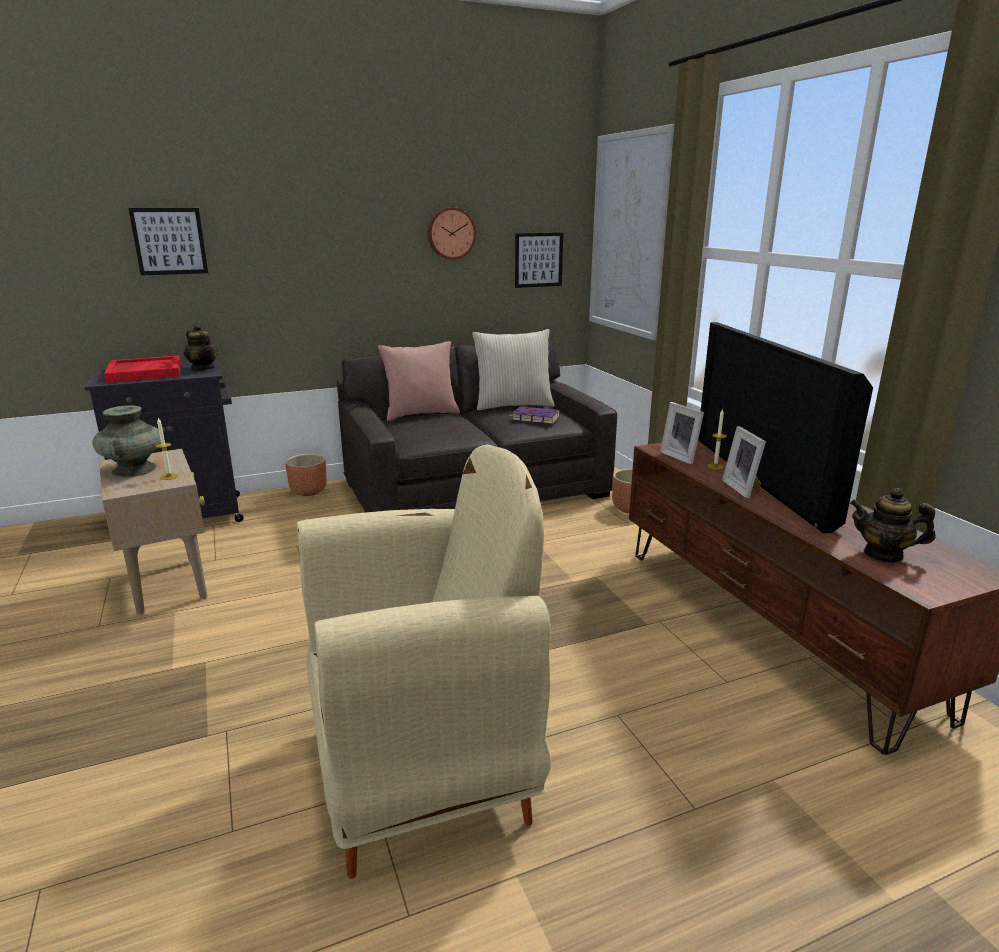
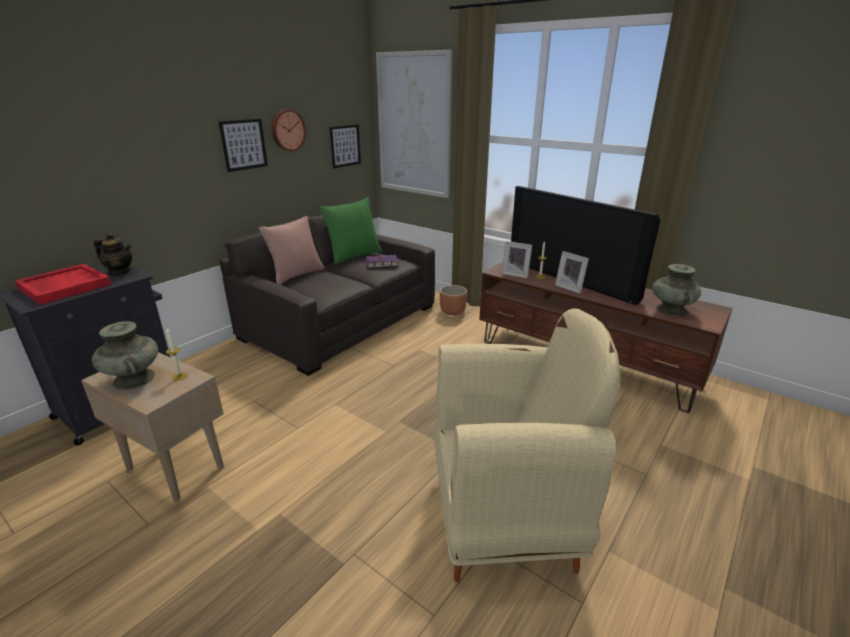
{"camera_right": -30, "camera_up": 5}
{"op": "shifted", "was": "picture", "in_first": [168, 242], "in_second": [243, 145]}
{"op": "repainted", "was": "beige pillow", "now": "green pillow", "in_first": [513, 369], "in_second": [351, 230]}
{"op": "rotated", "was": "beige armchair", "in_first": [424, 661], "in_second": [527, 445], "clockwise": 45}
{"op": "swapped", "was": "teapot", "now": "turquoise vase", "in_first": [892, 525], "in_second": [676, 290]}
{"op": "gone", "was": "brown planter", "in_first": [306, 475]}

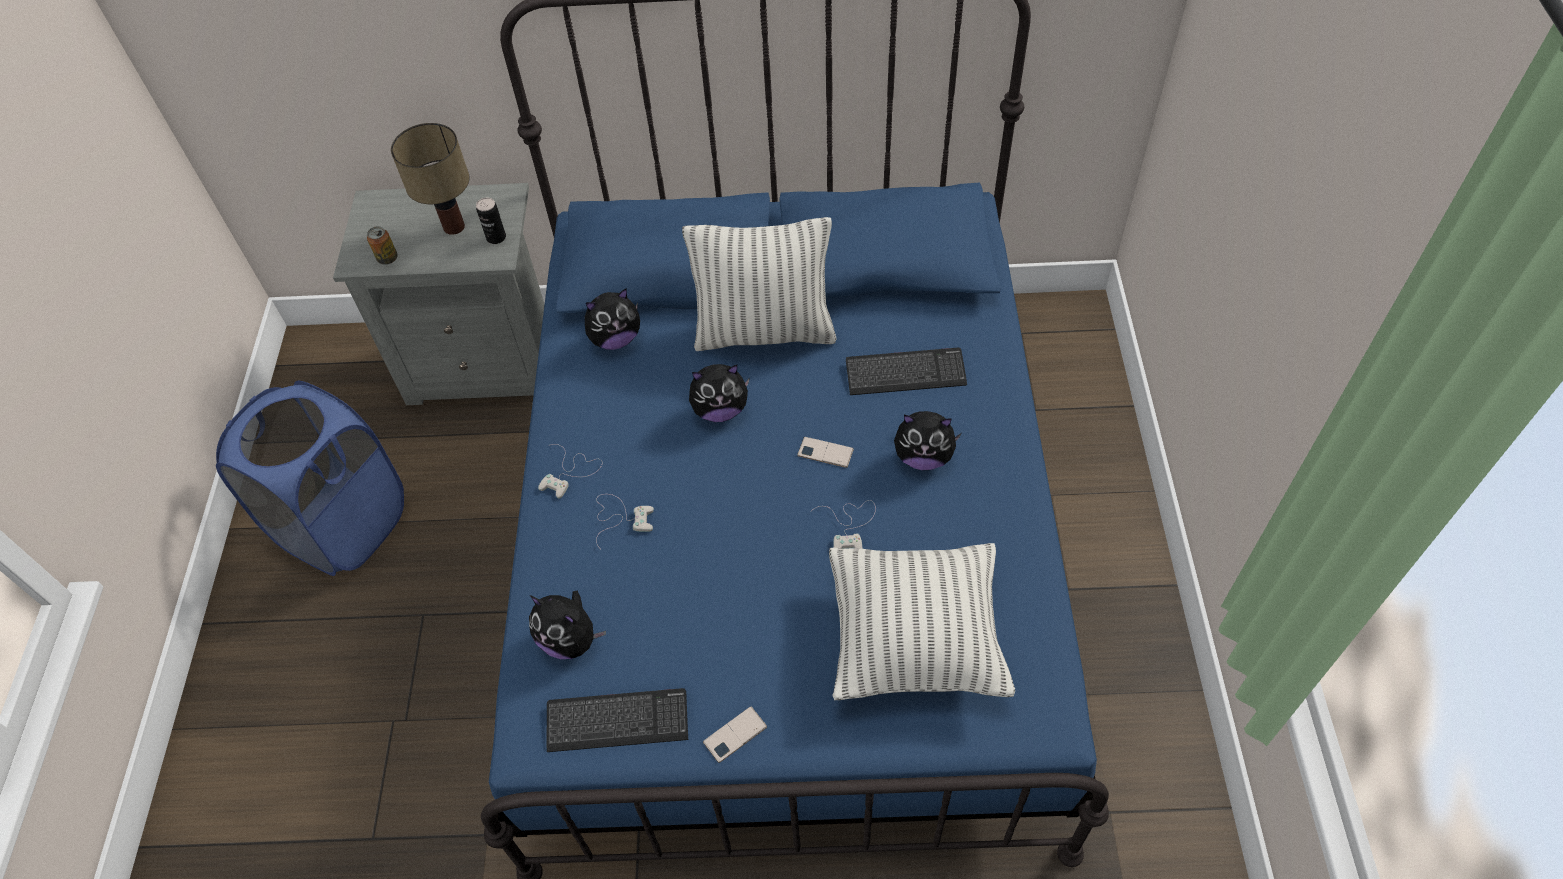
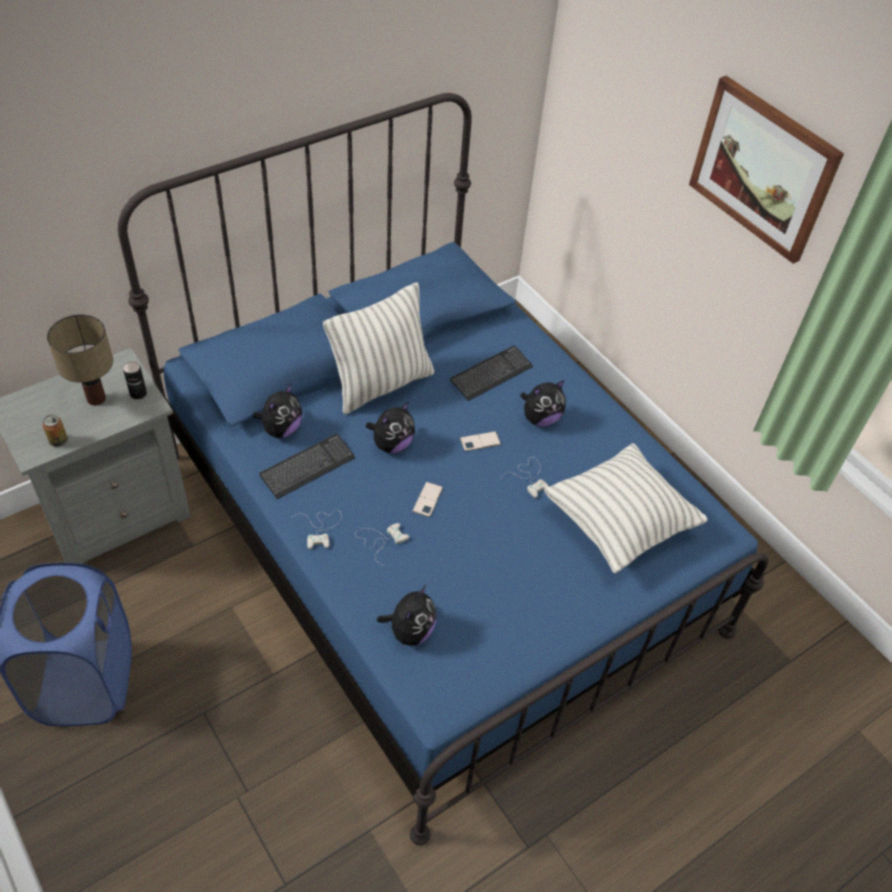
{"camera_right": -40, "camera_up": -5}
{"op": "shifted", "was": "keyboard", "in_first": [617, 720], "in_second": [307, 466]}
{"op": "rotated", "was": "plush toy", "in_first": [567, 624], "in_second": [406, 615], "clockwise": -60}
{"op": "shifted", "was": "phone", "in_first": [735, 735], "in_second": [428, 499]}
{"op": "new", "now": "picture", "in_second": [766, 170]}

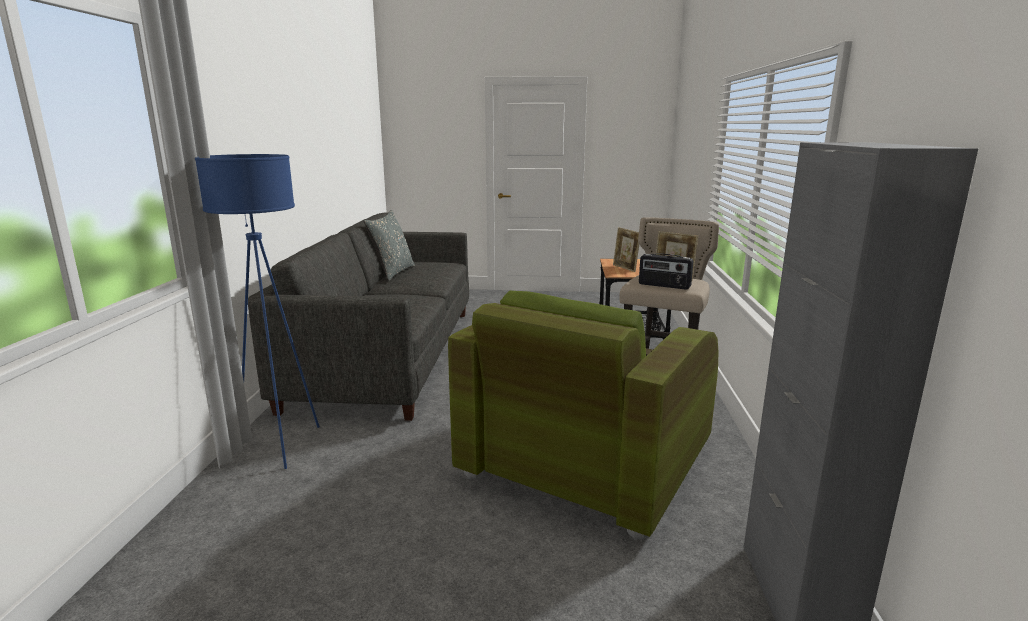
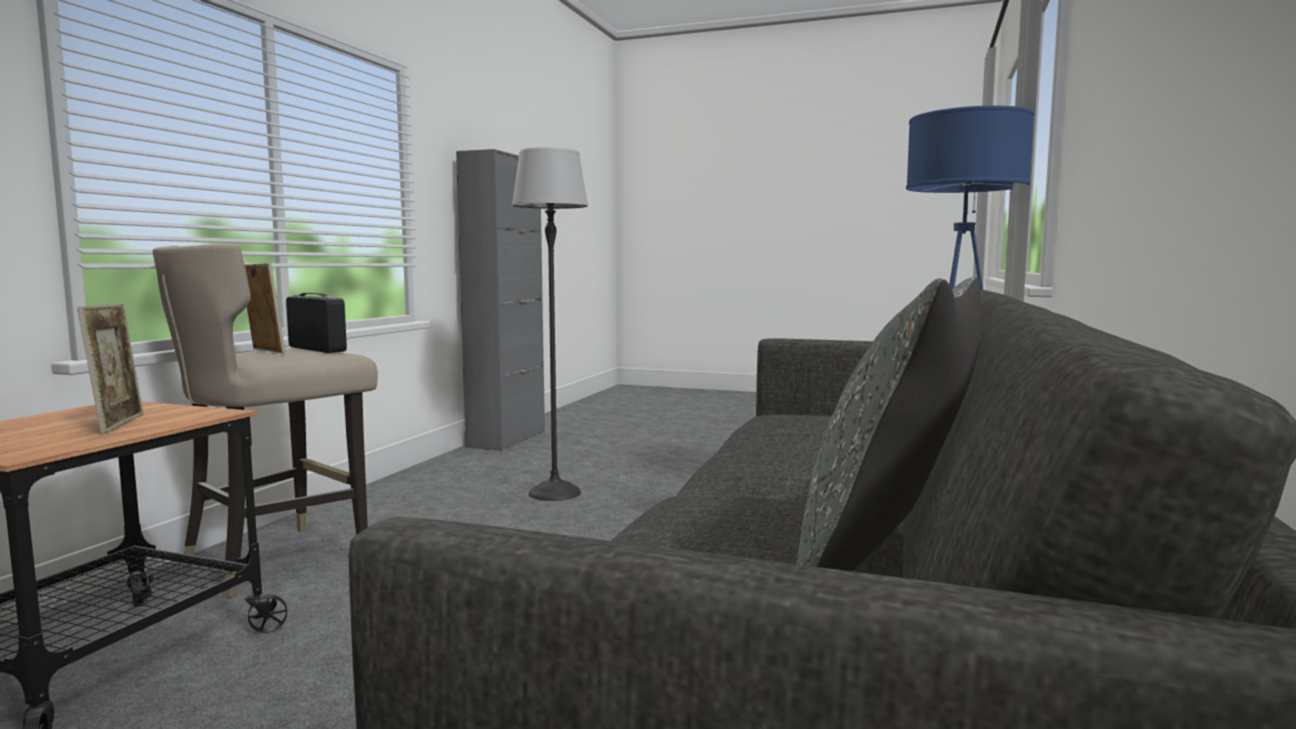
{"camera_right": -165, "camera_up": -10}
{"op": "swapped", "was": "green armchair", "now": "floor lamp", "in_first": [583, 415], "in_second": [550, 324]}

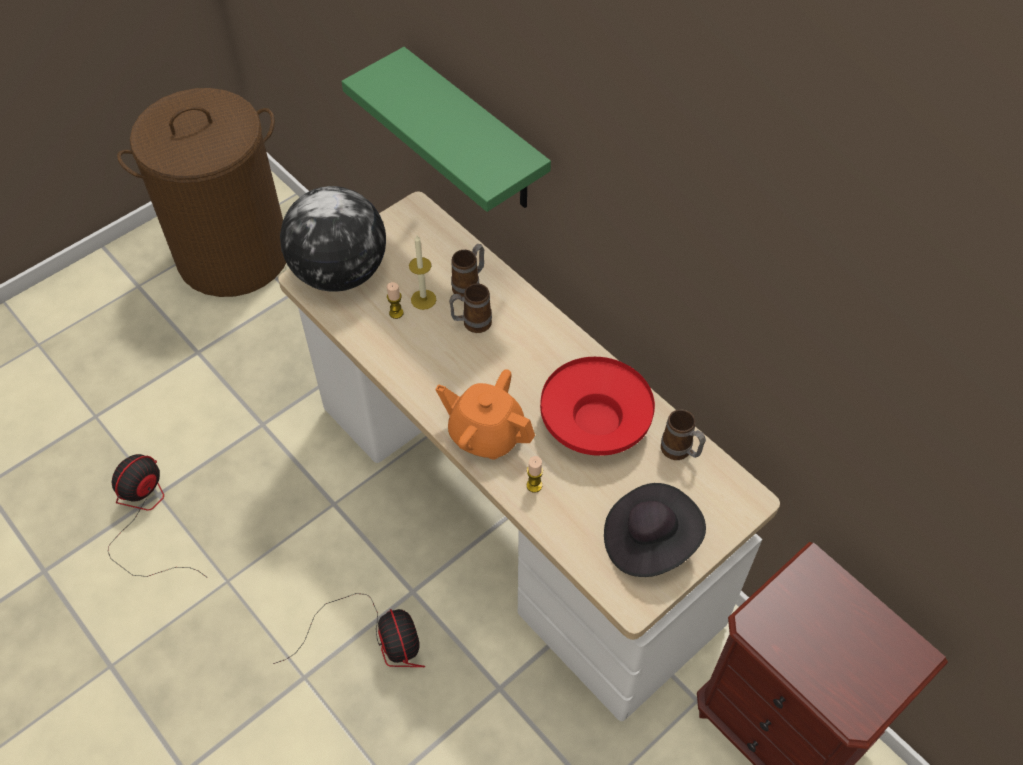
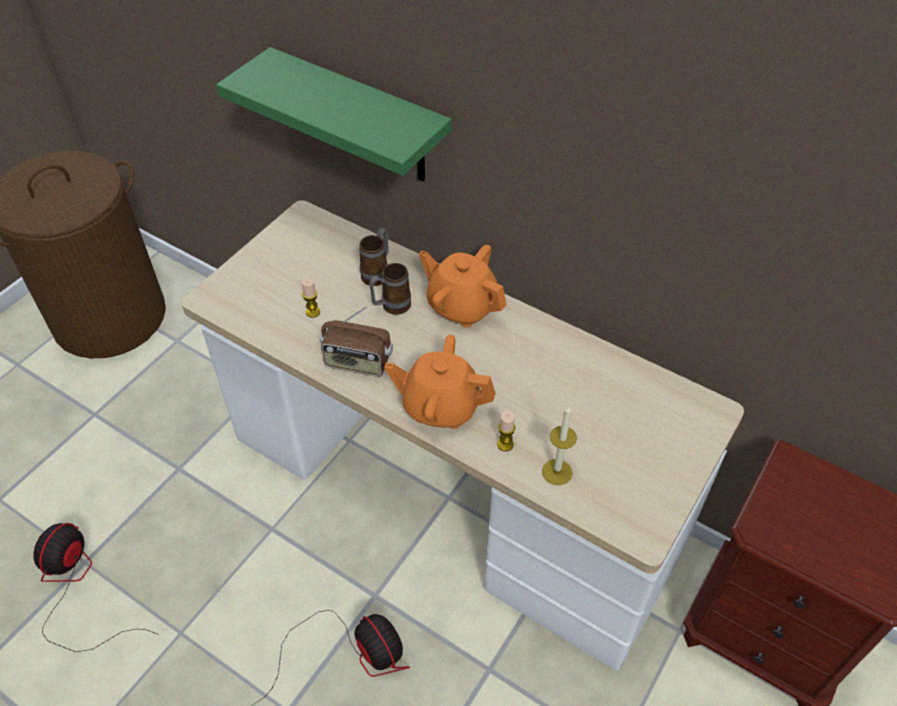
{"camera_right": -15, "camera_up": -5}
{"op": "new", "now": "radio", "in_second": [356, 341]}
{"op": "new", "now": "orange teapot", "in_second": [463, 286]}
{"op": "shifted", "was": "candle", "in_first": [422, 272], "in_second": [559, 445]}
{"op": "gone", "was": "globe", "in_first": [333, 239]}
{"op": "gone", "was": "red bowl", "in_first": [597, 406]}
{"op": "gone", "was": "black hat", "in_first": [655, 530]}
{"op": "gone", "was": "mug", "in_first": [683, 434]}

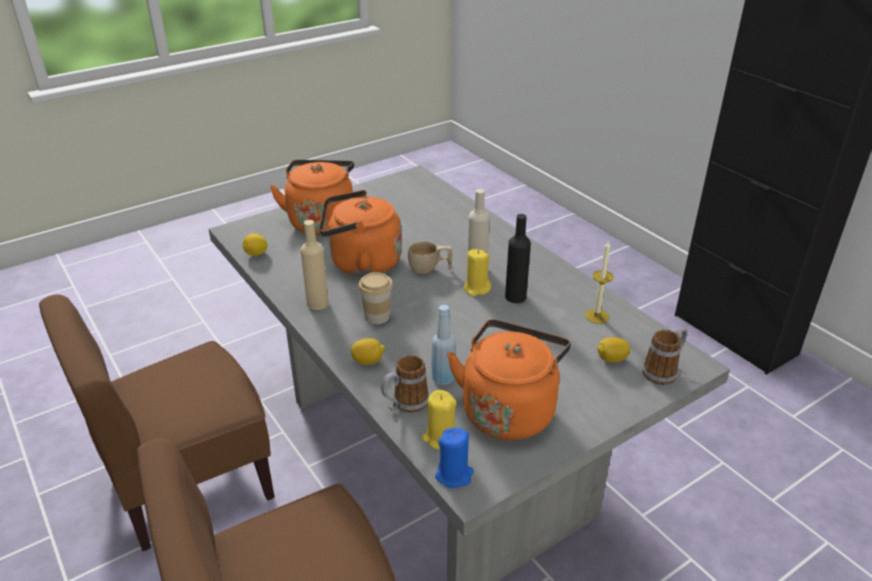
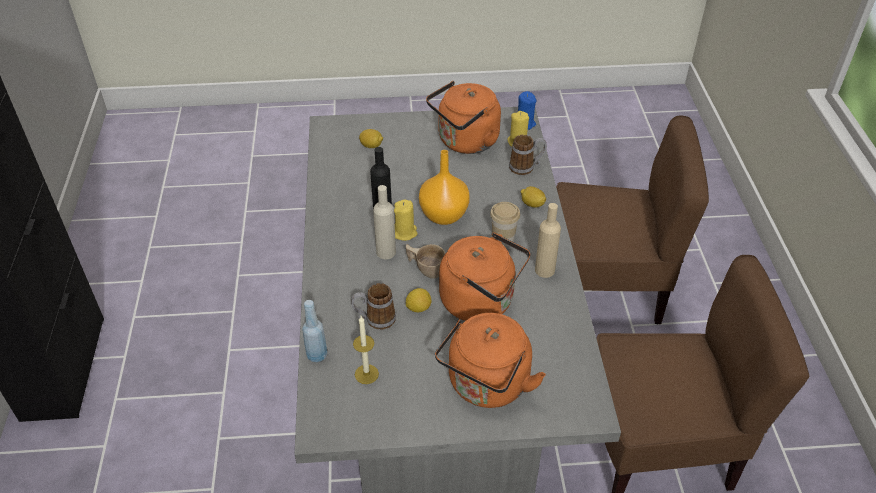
{"camera_right": -150, "camera_up": 10}
{"op": "shifted", "was": "blue bottle", "in_first": [443, 345], "in_second": [315, 331]}
{"op": "shifted", "was": "mug", "in_first": [665, 356], "in_second": [373, 306]}
{"op": "shifted", "was": "candle", "in_first": [599, 282], "in_second": [366, 350]}
{"op": "shifted", "was": "lemon", "in_first": [255, 244], "in_second": [418, 300]}
{"op": "new", "now": "orange vase", "in_second": [444, 187]}

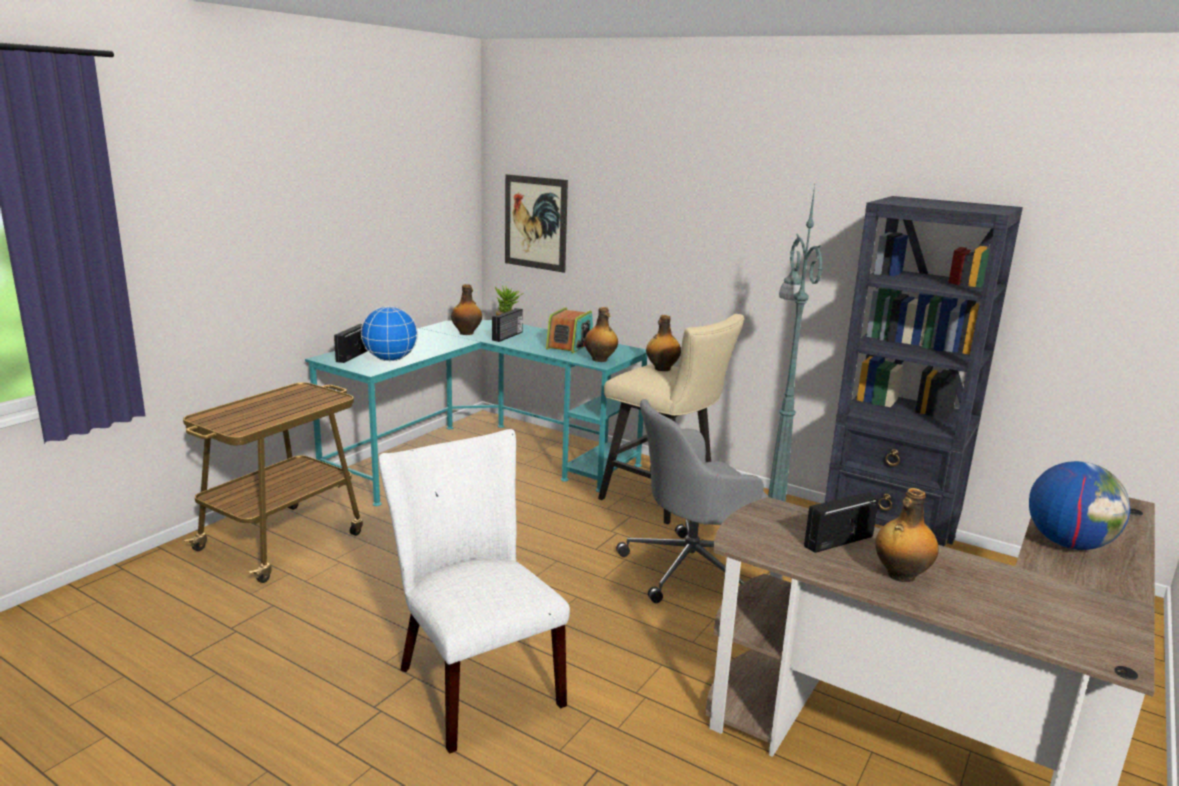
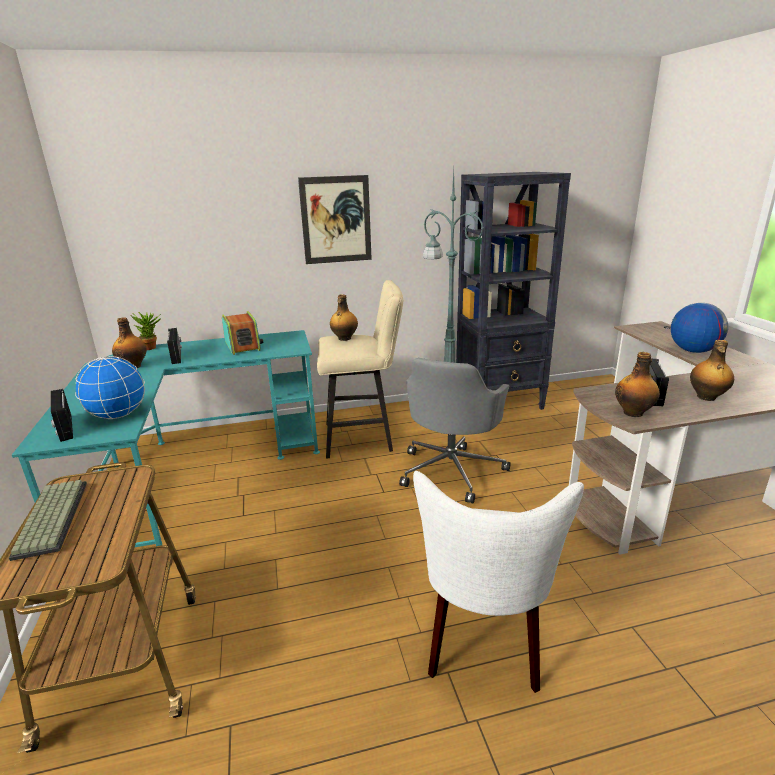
{"camera_right": -45, "camera_up": 5}
{"op": "new", "now": "keyboard", "in_second": [48, 520]}
{"op": "shifted", "was": "picture", "in_first": [536, 223], "in_second": [335, 219]}
{"op": "rotated", "was": "white chair", "in_first": [474, 591], "in_second": [498, 582], "clockwise": -90}
{"op": "shifted", "was": "bottle", "in_first": [601, 334], "in_second": [637, 384]}

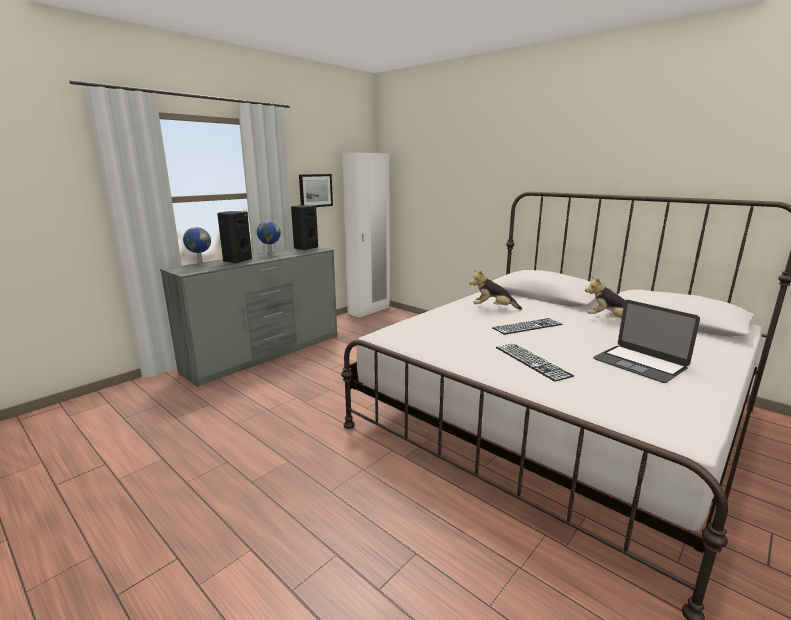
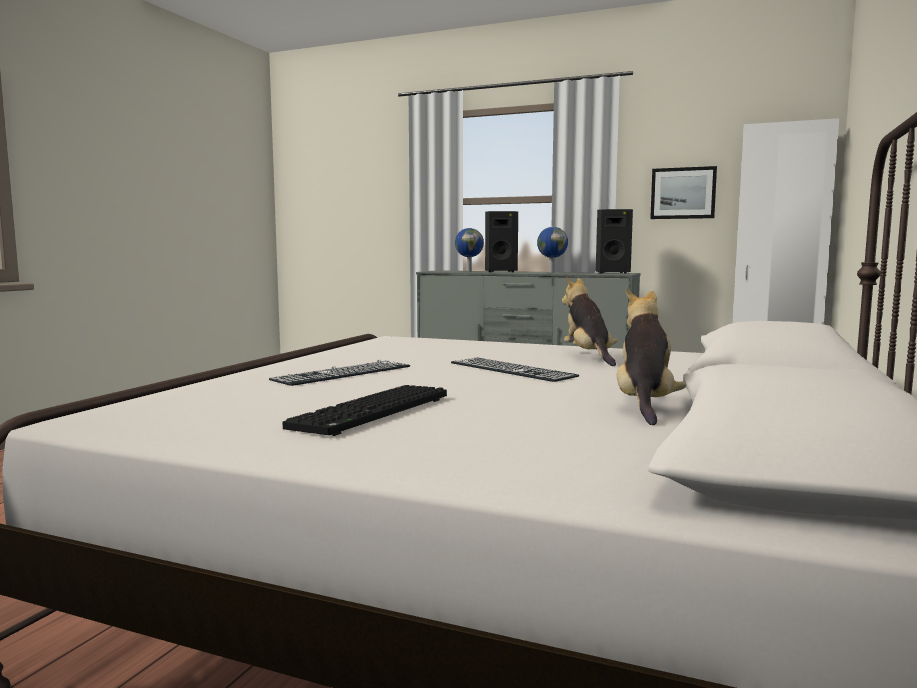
{"camera_right": 70, "camera_up": -10}
{"op": "swapped", "was": "laptop", "now": "keyboard", "in_first": [646, 341], "in_second": [364, 410]}

